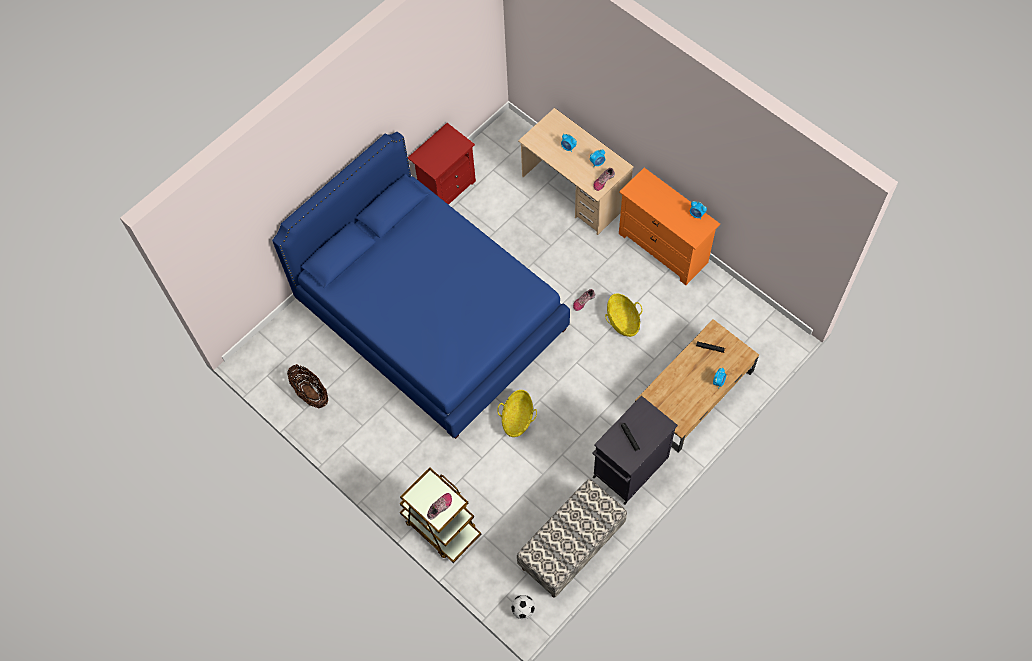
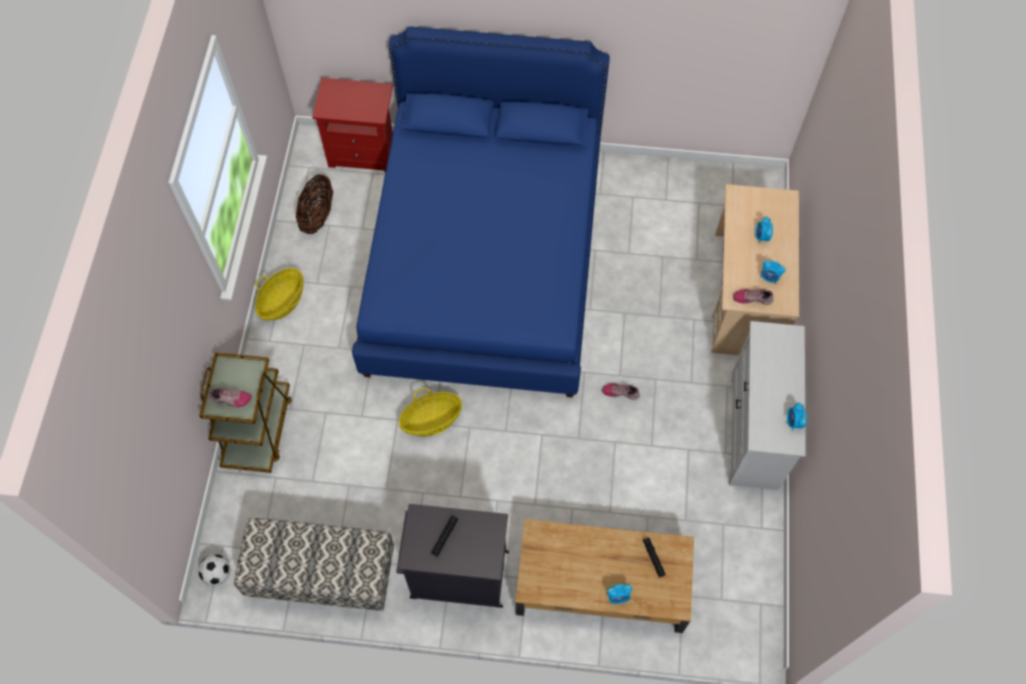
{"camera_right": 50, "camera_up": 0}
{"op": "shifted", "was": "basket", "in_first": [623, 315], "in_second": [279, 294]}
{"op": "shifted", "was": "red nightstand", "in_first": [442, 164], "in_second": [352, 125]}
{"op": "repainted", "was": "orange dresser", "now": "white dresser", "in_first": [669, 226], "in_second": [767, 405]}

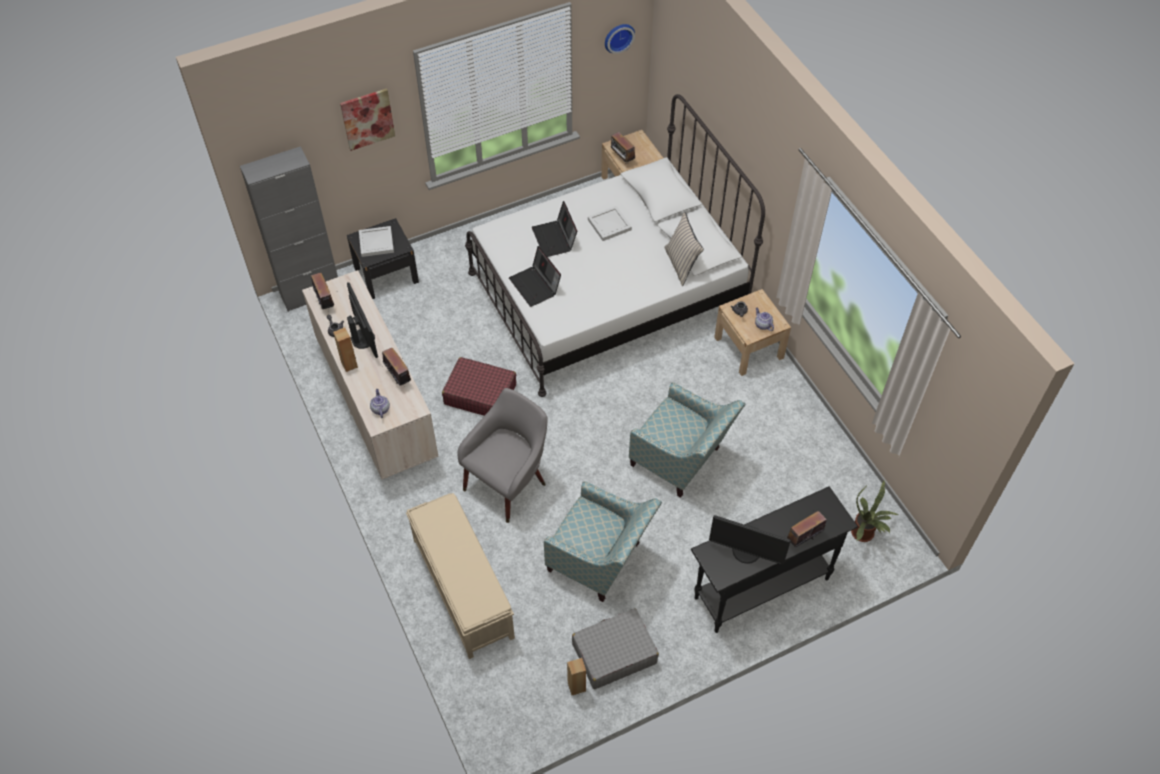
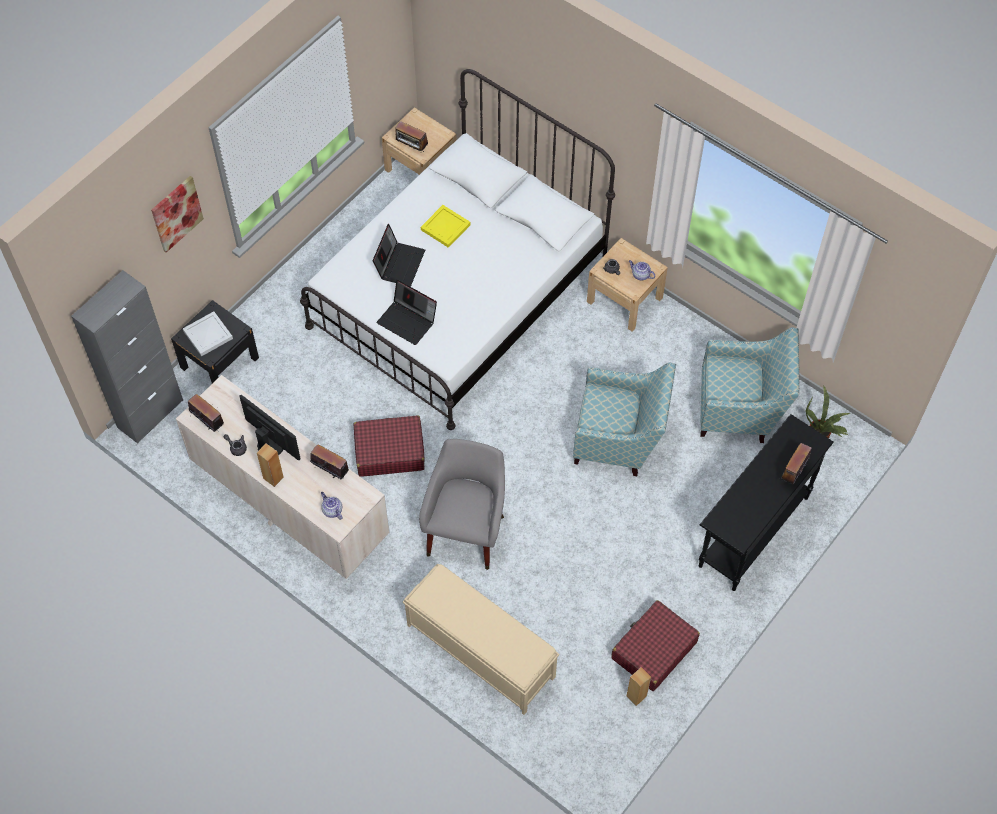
{"camera_right": -25, "camera_up": 5}
{"op": "rotated", "was": "laptop", "in_first": [554, 229], "in_second": [399, 255], "clockwise": -120}
{"op": "repainted", "was": "white tray", "now": "yellow tray", "in_first": [610, 223], "in_second": [446, 226]}
{"op": "repainted", "was": "grey suitcase", "now": "red suitcase", "in_first": [615, 648], "in_second": [655, 645]}
{"op": "shifted", "was": "armchair", "in_first": [603, 541], "in_second": [749, 385]}
{"op": "gone", "was": "wall clock", "in_first": [620, 39]}
{"op": "gone", "was": "beige pillow", "in_first": [684, 249]}
{"op": "gone", "was": "monitor", "in_first": [750, 540]}

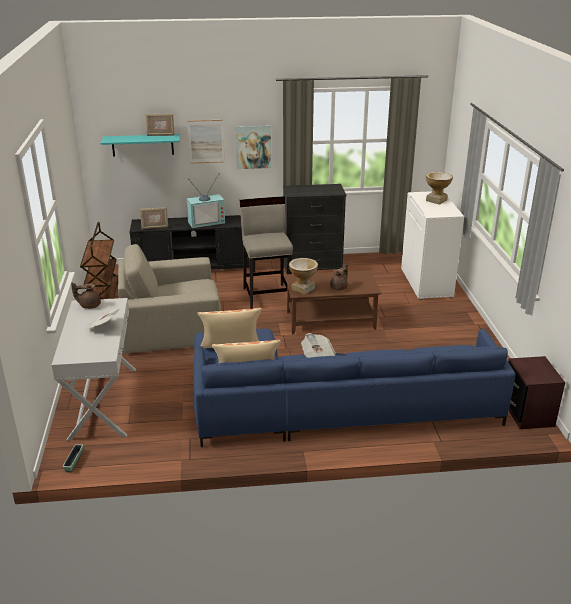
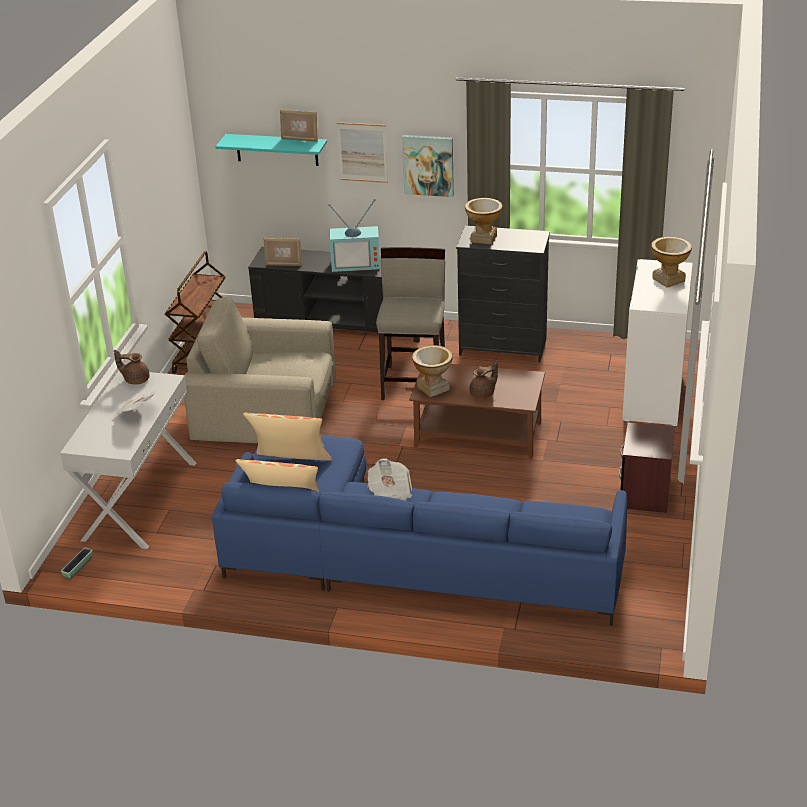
{"camera_right": 20, "camera_up": 5}
{"op": "new", "now": "vase", "in_second": [484, 221]}
{"op": "shifted", "was": "brown nightstand", "in_first": [536, 392], "in_second": [647, 467]}

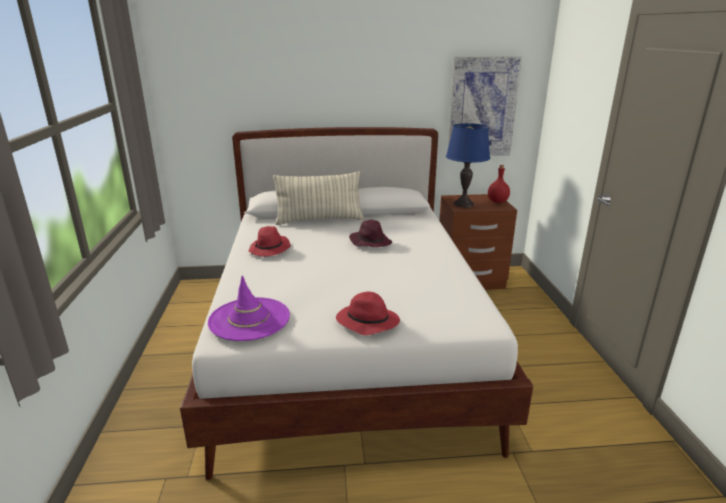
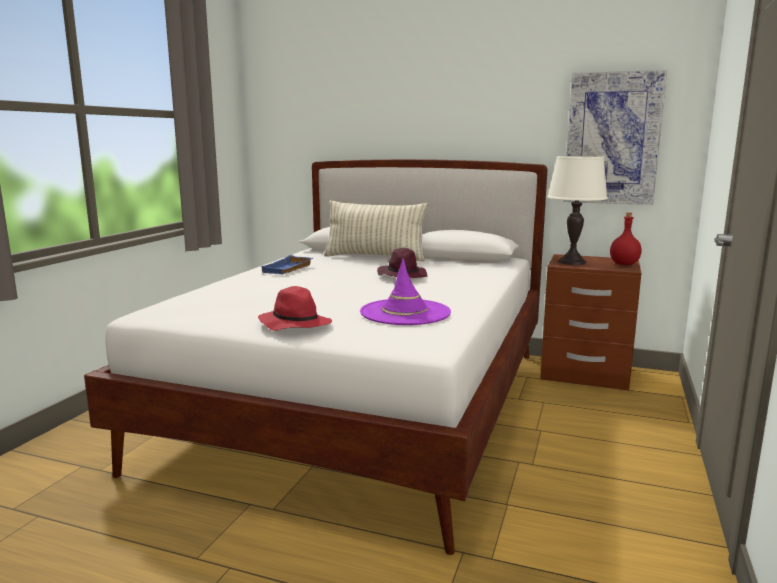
{"camera_right": 25, "camera_up": -10}
{"op": "swapped", "was": "red hat", "now": "blue tray", "in_first": [269, 241], "in_second": [287, 264]}
{"op": "shifted", "was": "purple hat", "in_first": [249, 308], "in_second": [405, 291]}
{"op": "repainted", "was": "blue table lamp", "now": "white table lamp", "in_first": [468, 165], "in_second": [577, 210]}

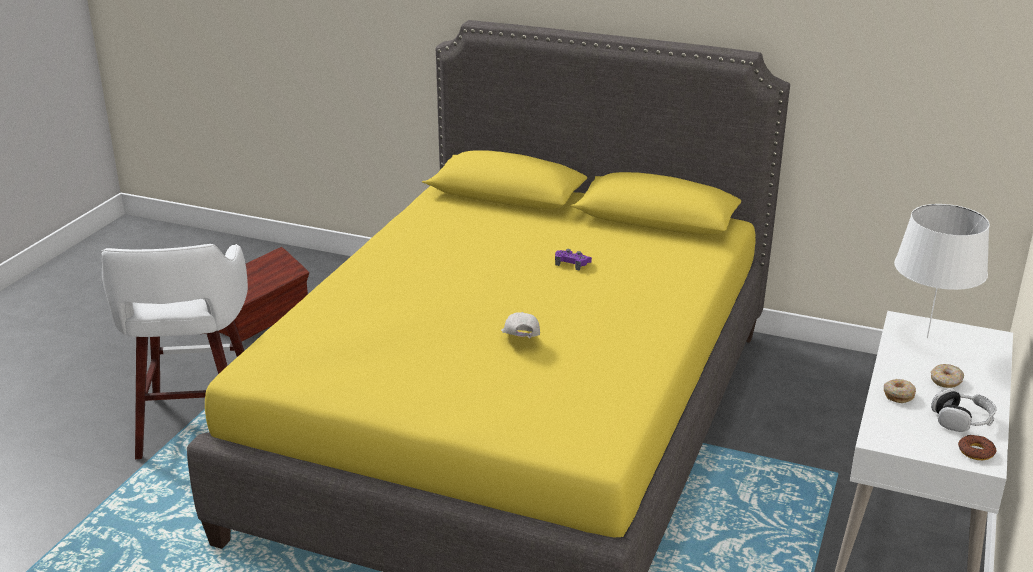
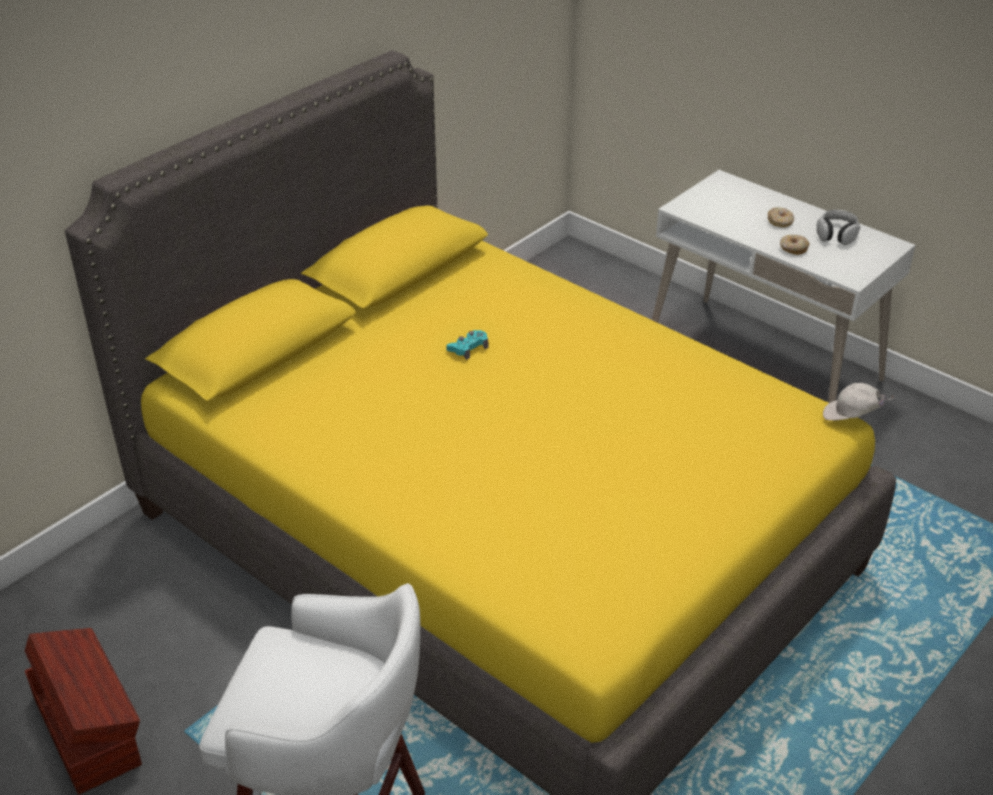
{"camera_right": -70, "camera_up": 10}
{"op": "repainted", "was": "purple game controller", "now": "turquoise game controller", "in_first": [573, 260], "in_second": [467, 345]}
{"op": "shifted", "was": "white cap", "in_first": [521, 325], "in_second": [858, 402]}
{"op": "gone", "was": "white table lamp", "in_first": [942, 271]}
{"op": "gone", "was": "donut", "in_first": [977, 447]}

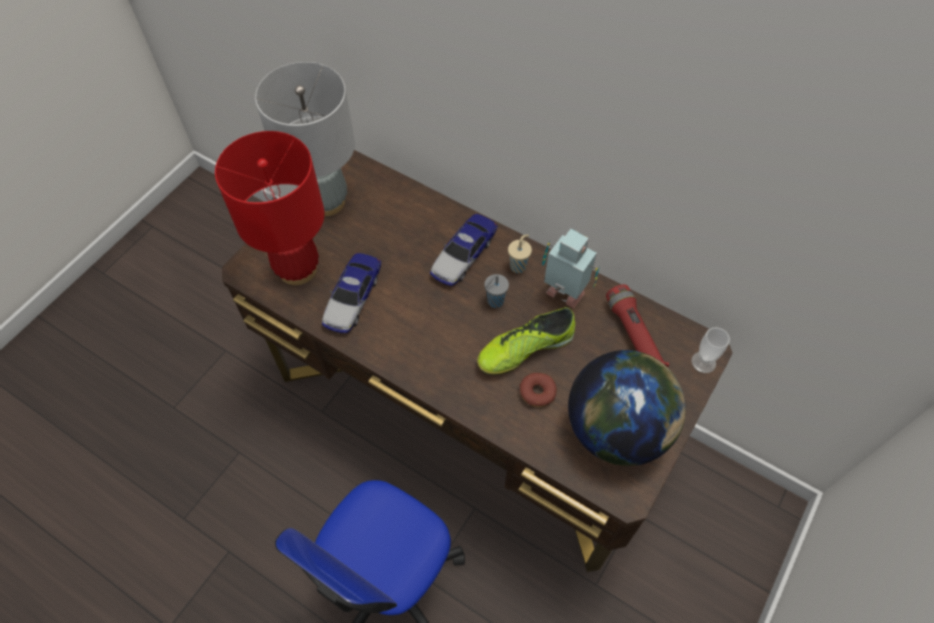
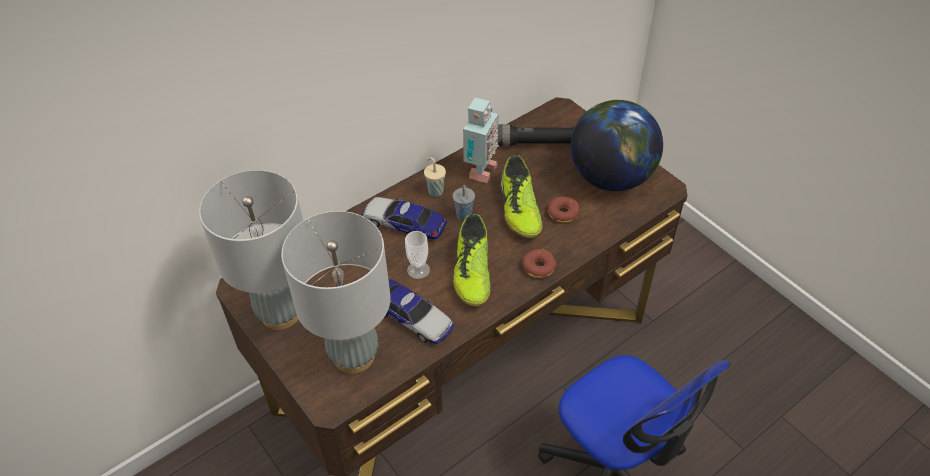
{"camera_right": -70, "camera_up": -10}
{"op": "repainted", "was": "red table lamp", "now": "grey table lamp", "in_first": [269, 208], "in_second": [336, 292]}
{"op": "rotated", "was": "toy car", "in_first": [464, 250], "in_second": [404, 218], "clockwise": 150}
{"op": "shifted", "was": "cup", "in_first": [710, 350], "in_second": [417, 255]}
{"op": "new", "now": "shoe", "in_second": [472, 260]}
{"op": "rotated", "was": "toy robot", "in_first": [571, 268], "in_second": [481, 140], "clockwise": 150}
{"op": "repainted", "was": "red flashlight", "now": "black flashlight", "in_first": [637, 325], "in_second": [536, 135]}
{"op": "new", "now": "donut", "in_second": [539, 263]}

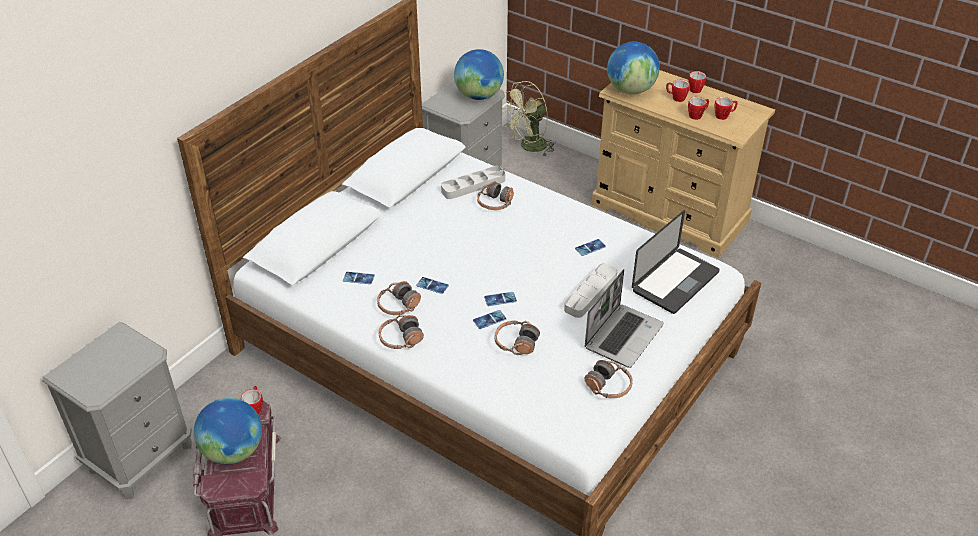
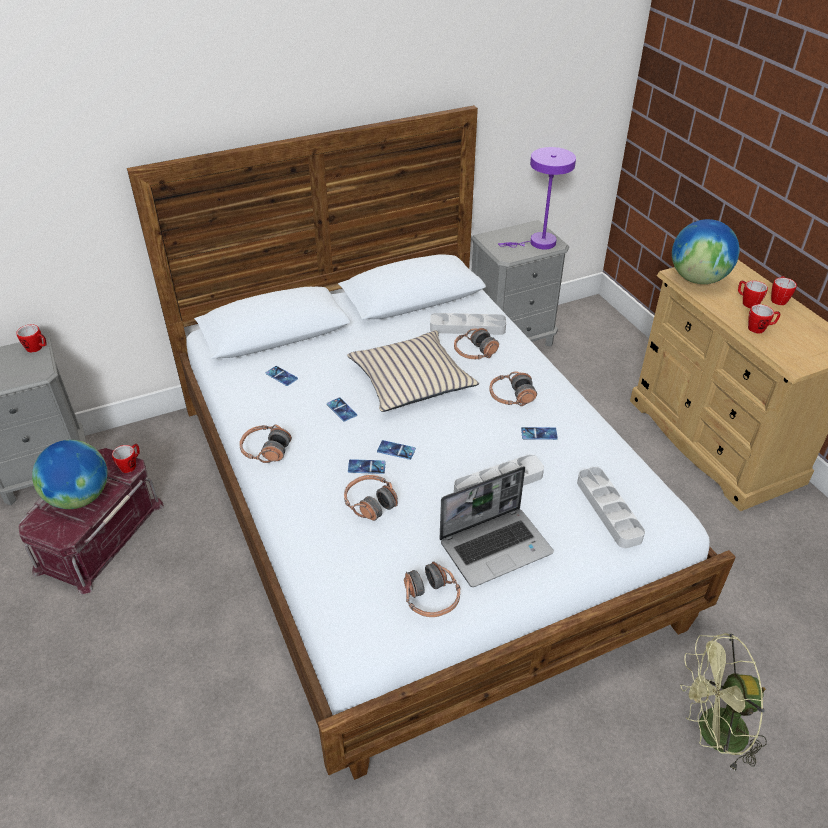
{"camera_right": 30, "camera_up": 0}
{"op": "shifted", "was": "mug", "in_first": [726, 108], "in_second": [31, 338]}
{"op": "new", "now": "beige pillow", "in_second": [413, 371]}
{"op": "shifted", "was": "headphones", "in_first": [399, 298], "in_second": [513, 388]}
{"op": "swapped", "was": "globe", "now": "purple table lamp", "in_first": [479, 74], "in_second": [537, 198]}
{"op": "swapped", "was": "laptop", "now": "grey tray", "in_first": [676, 262], "in_second": [611, 507]}
{"op": "shifted", "was": "green fan", "in_first": [529, 119], "in_second": [723, 703]}

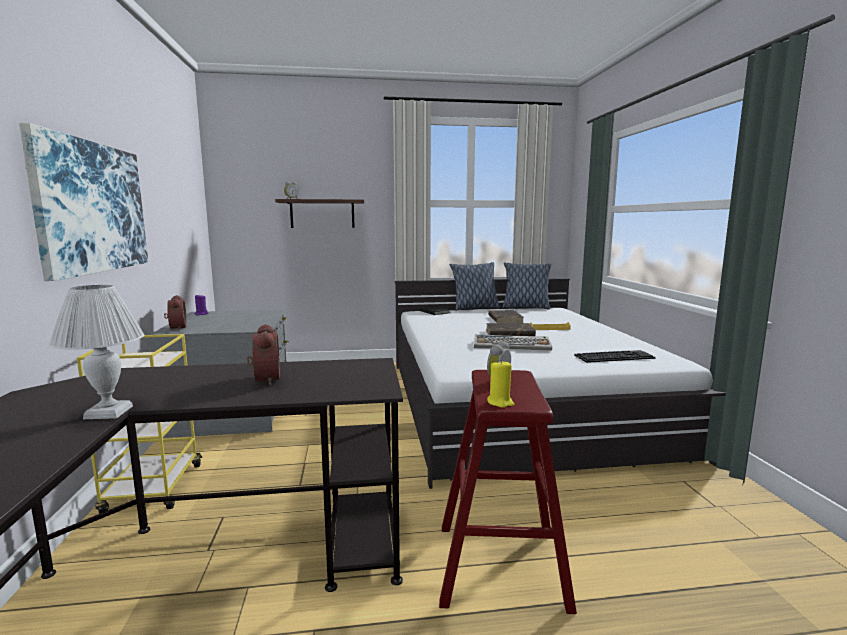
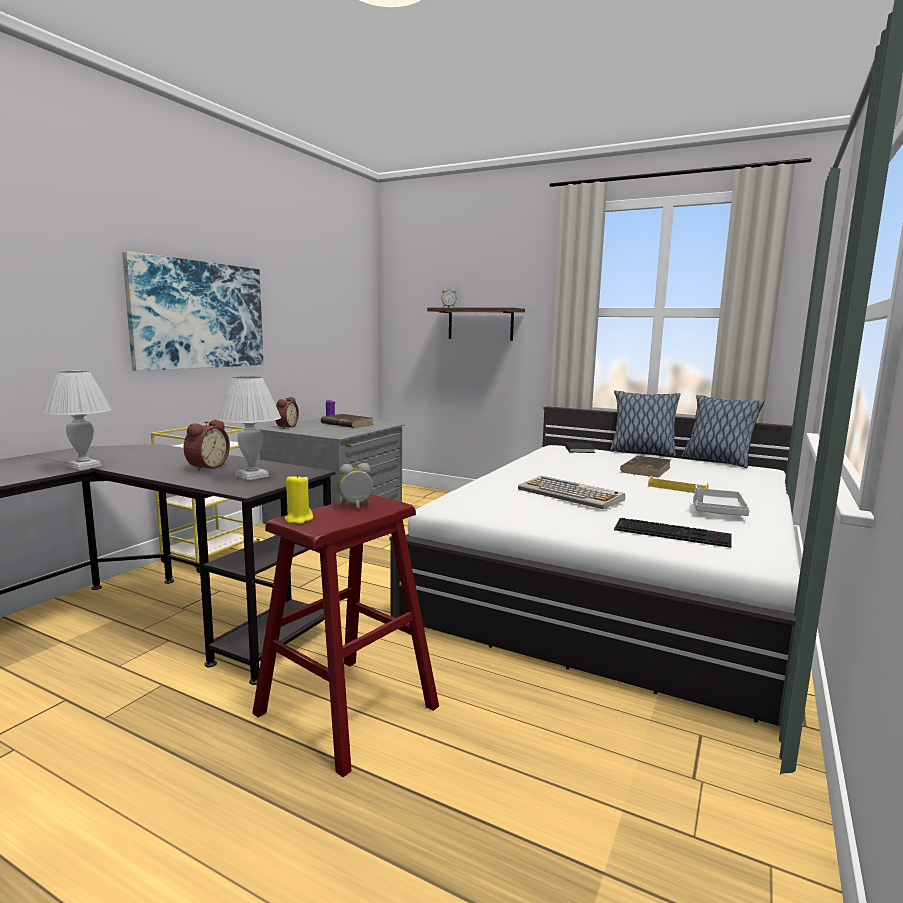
{"camera_right": 35, "camera_up": 0}
{"op": "new", "now": "white table lamp", "in_second": [249, 428]}
{"op": "shifted", "was": "brown book", "in_first": [511, 329], "in_second": [347, 421]}
{"op": "new", "now": "grey tray", "in_second": [721, 500]}

